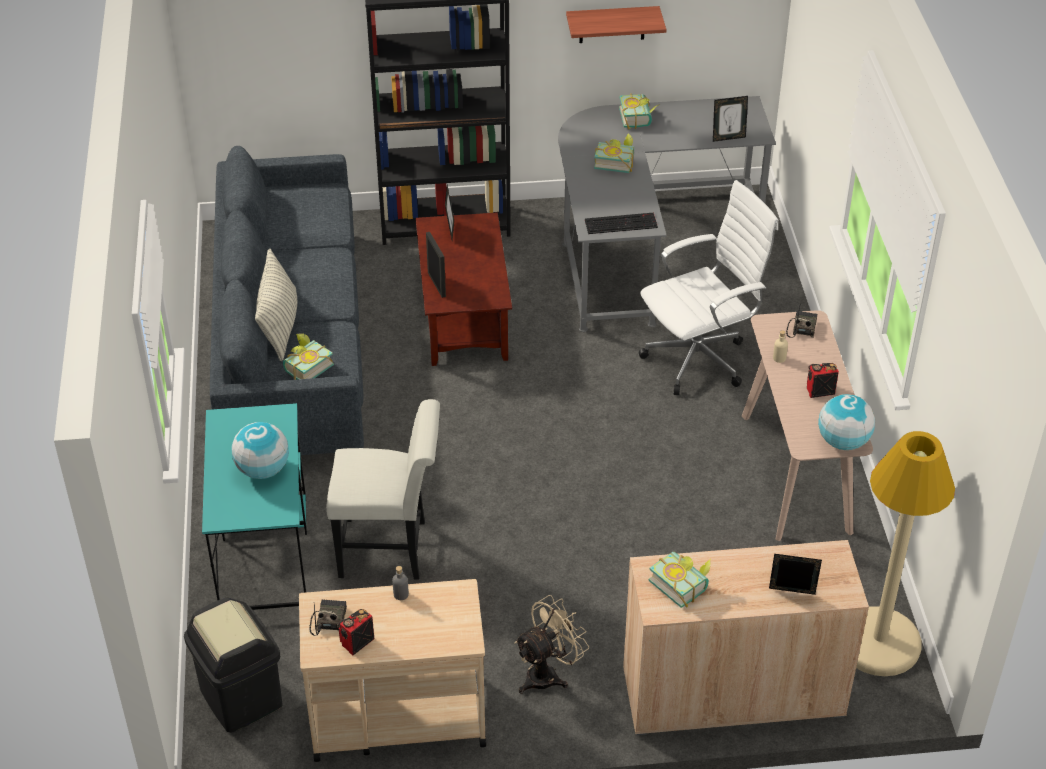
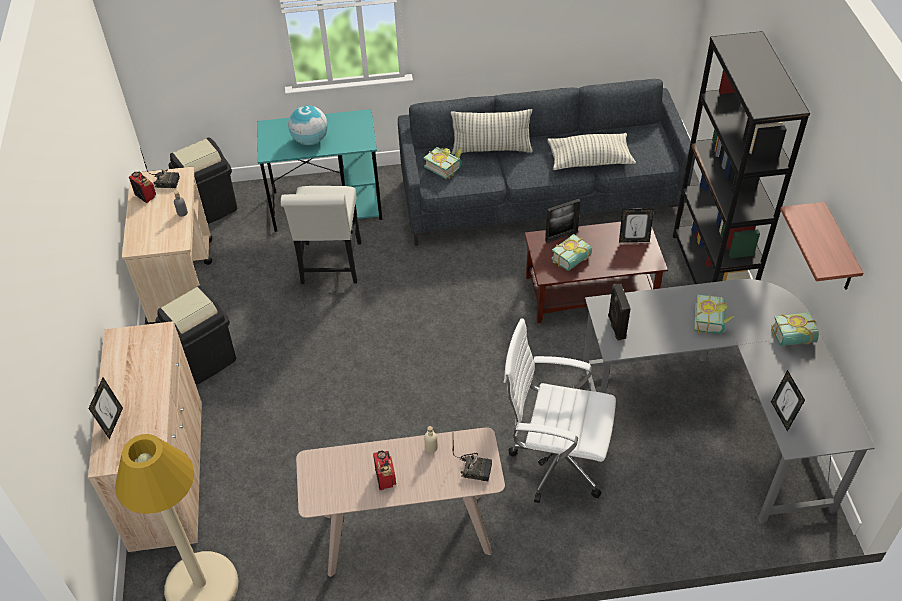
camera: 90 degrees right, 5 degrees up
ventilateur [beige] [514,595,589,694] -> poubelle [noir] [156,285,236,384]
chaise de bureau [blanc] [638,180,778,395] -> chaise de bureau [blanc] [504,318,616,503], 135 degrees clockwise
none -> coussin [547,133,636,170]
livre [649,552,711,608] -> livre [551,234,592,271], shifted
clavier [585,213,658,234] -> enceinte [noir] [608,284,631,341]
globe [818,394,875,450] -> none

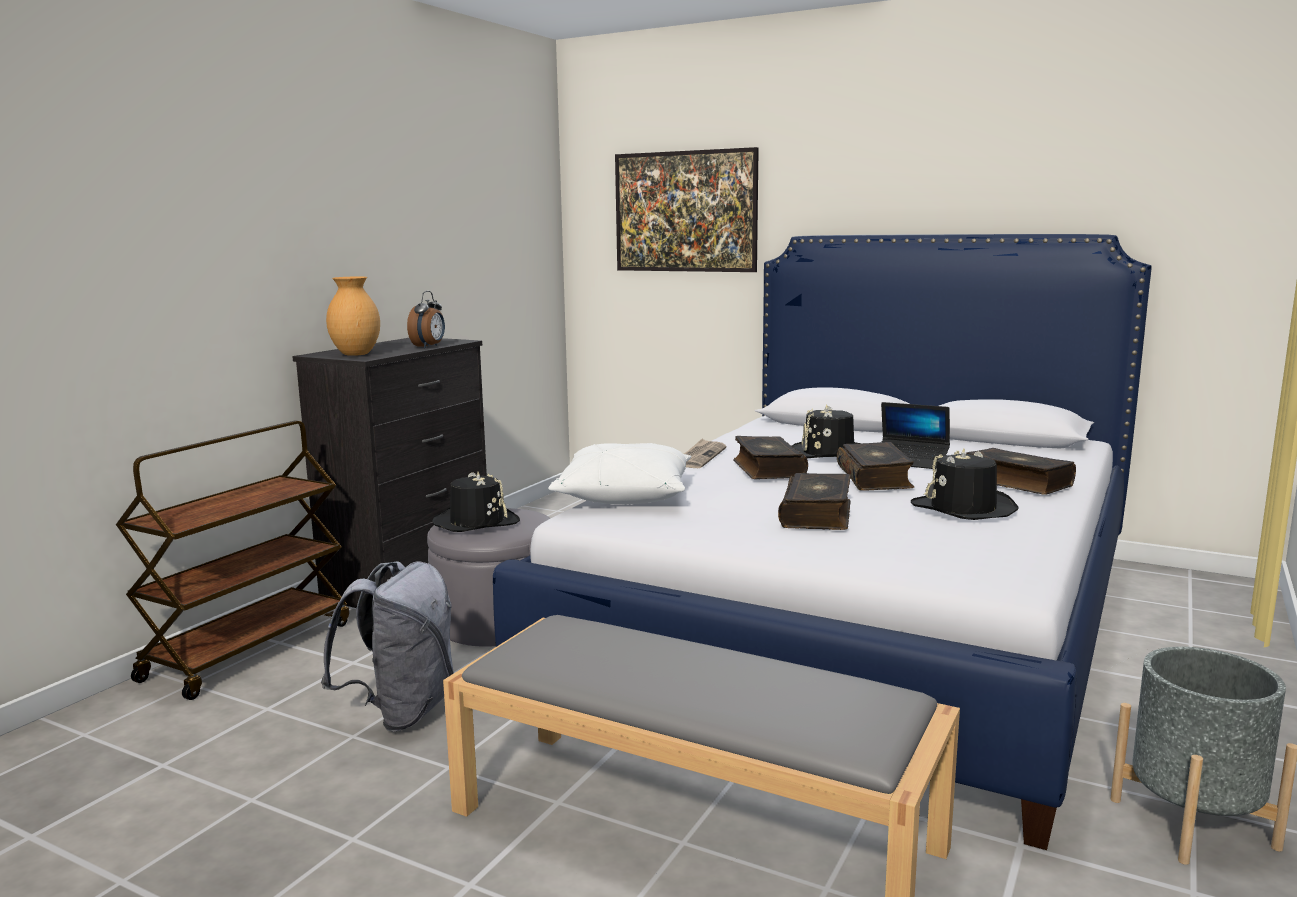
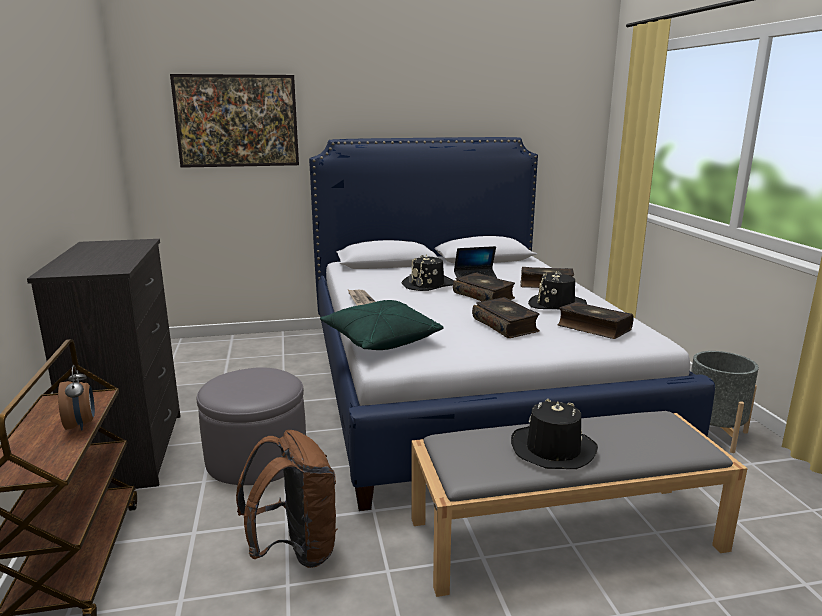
camera: 40 degrees left, 5 degrees up
réveil [407,291,445,348] -> réveil [58,365,95,431], shifted
sac à dos [gris] [321,561,454,731] -> sac à dos [marron] [236,430,338,568]
coussin [blanc] [548,443,691,504] -> coussin [vert] [320,300,444,350]
chapeau [noir] [432,472,520,532] -> chapeau [noir] [511,399,598,469], shifted
livre [733,436,808,479] -> livre [557,302,634,339], shifted
vase [marron] [326,276,380,356] -> none

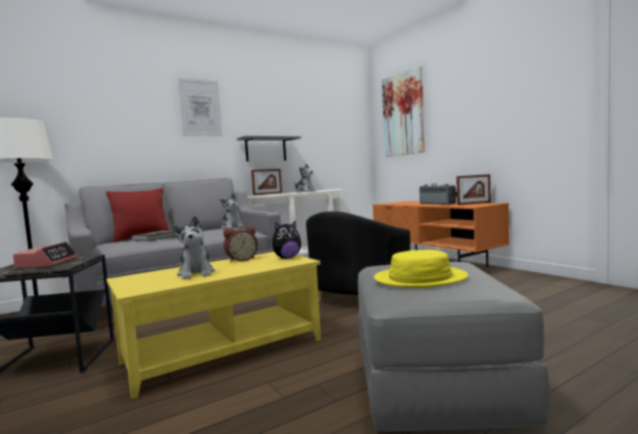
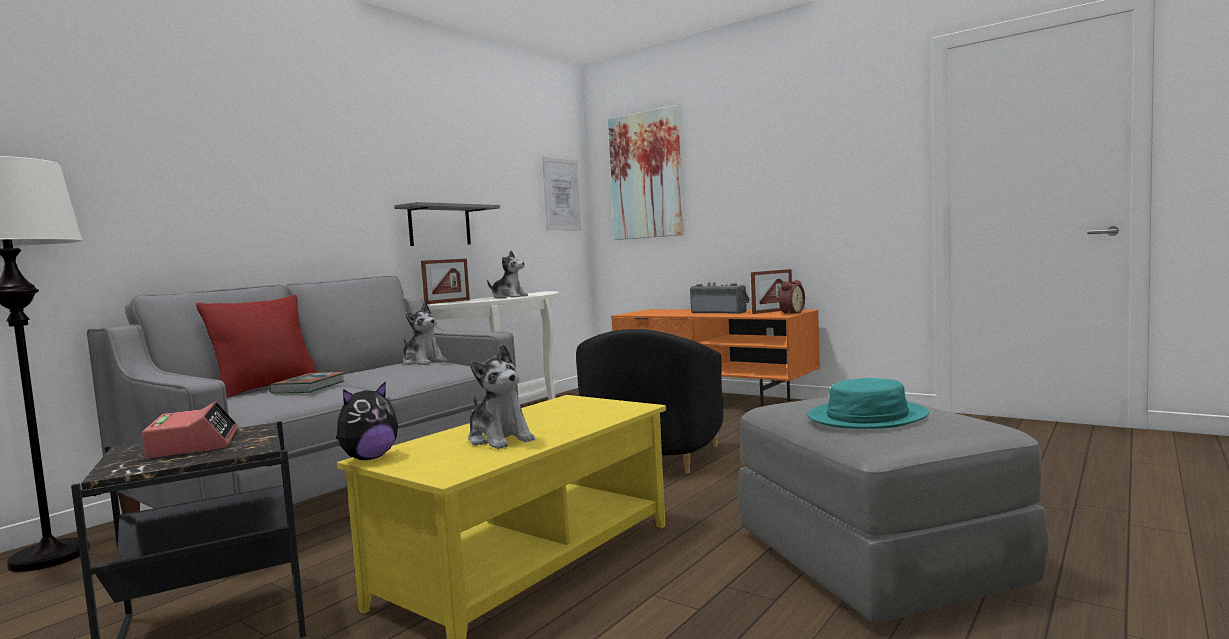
camera: 20 degrees left, 0 degrees up
peluche [272,220,301,259] -> peluche [336,381,398,460], shifted
tableau [178,78,222,136] -> tableau [542,157,581,230], shifted
réveil [224,225,258,263] -> réveil [779,280,805,315], shifted
chapeau [jaune] [374,250,468,288] -> chapeau [turquoise] [807,378,929,429]

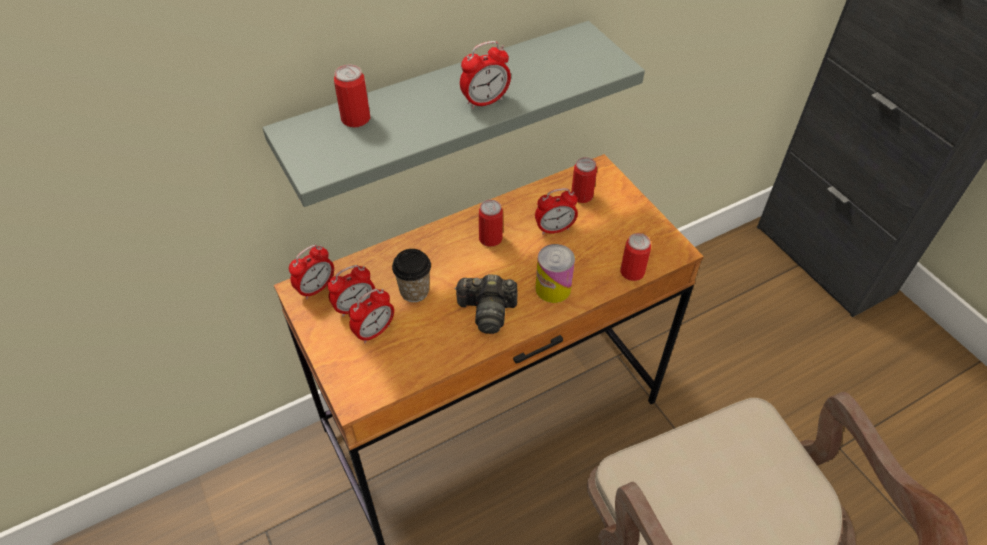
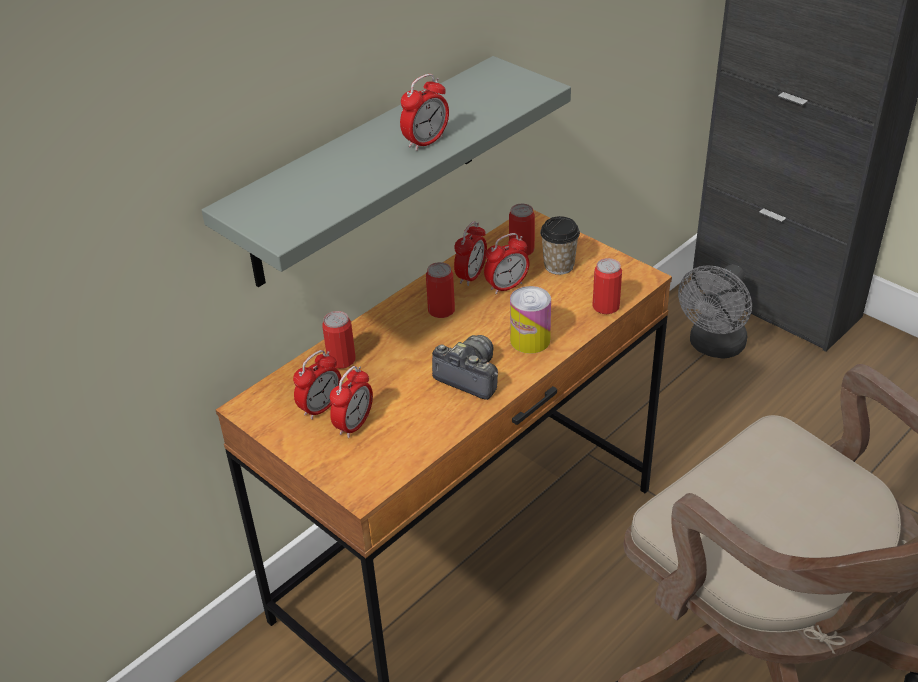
camera: 15 degrees left, 10 degrees down
boîte métallique [334,65,370,127] -> boîte métallique [322,311,356,369], shifted
appareil photo [454,274,518,334] -> appareil photo [432,335,498,400], 135 degrees counterclockwise
réveil [289,245,334,299] -> réveil [454,221,487,286], shifted
tasse [392,249,431,302] -> tasse [540,216,580,275], shifted
none -> ventilateur [gris] [678,265,752,359]

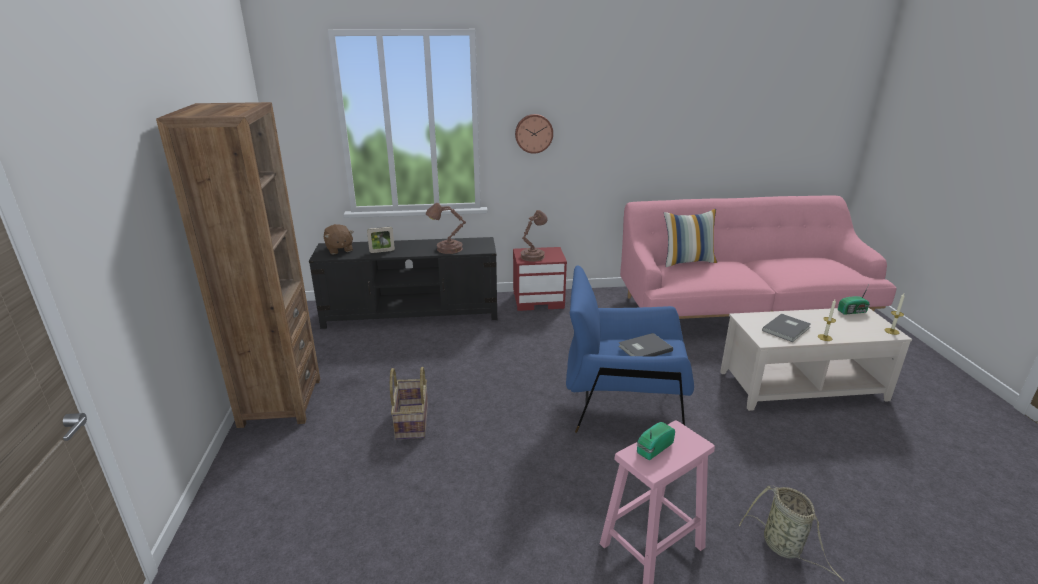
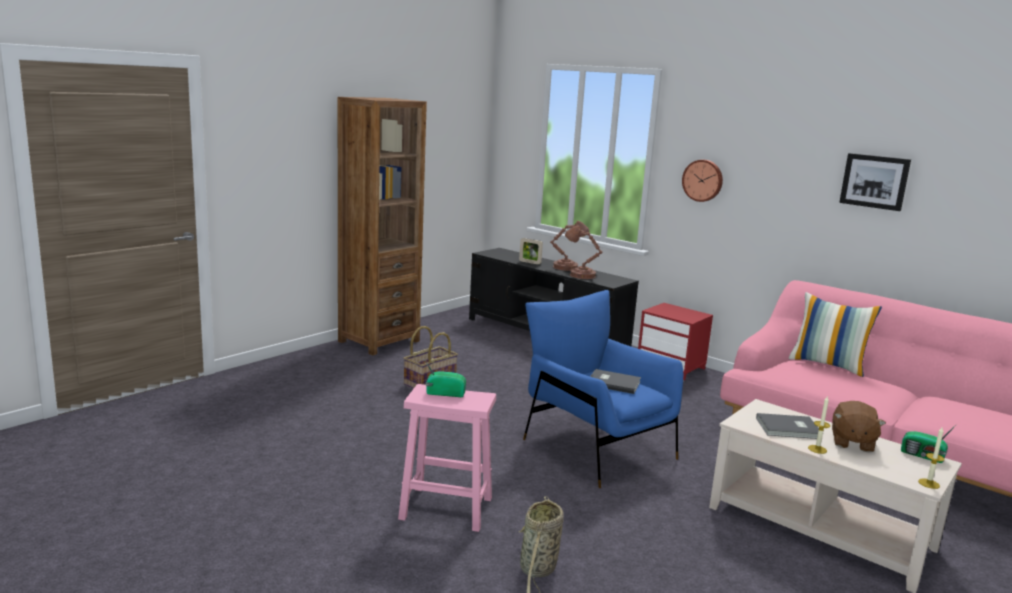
camera: 45 degrees right, 10 degrees down
lampe de table [marron] [520,210,548,262] -> lampe de table [marron] [550,221,589,271], shifted
peluche [marron] [324,224,353,255] -> peluche [marron] [832,401,886,453], shifted
none -> tableau [839,153,911,211]

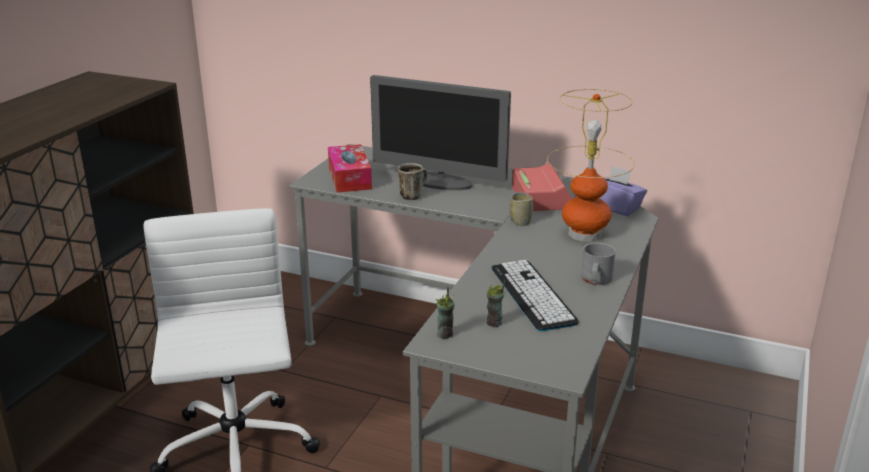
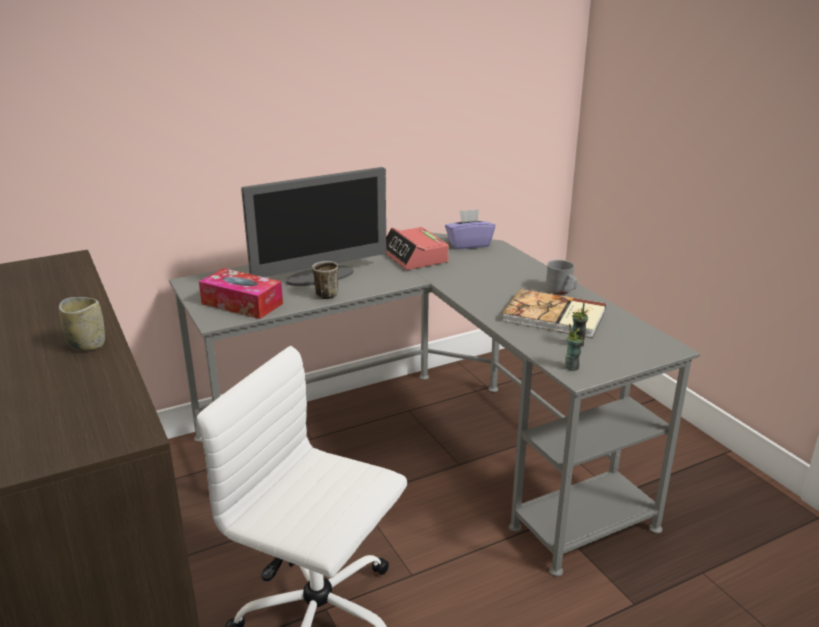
camera: 50 degrees left, 0 degrees up
tasse [510,192,533,226] -> tasse [59,297,105,350], shifted
réveil [512,162,573,211] -> réveil [386,227,449,270], 150 degrees counterclockwise
clavier [492,260,579,331] -> livre [502,289,606,338]
lampe de table [547,89,635,242] -> none

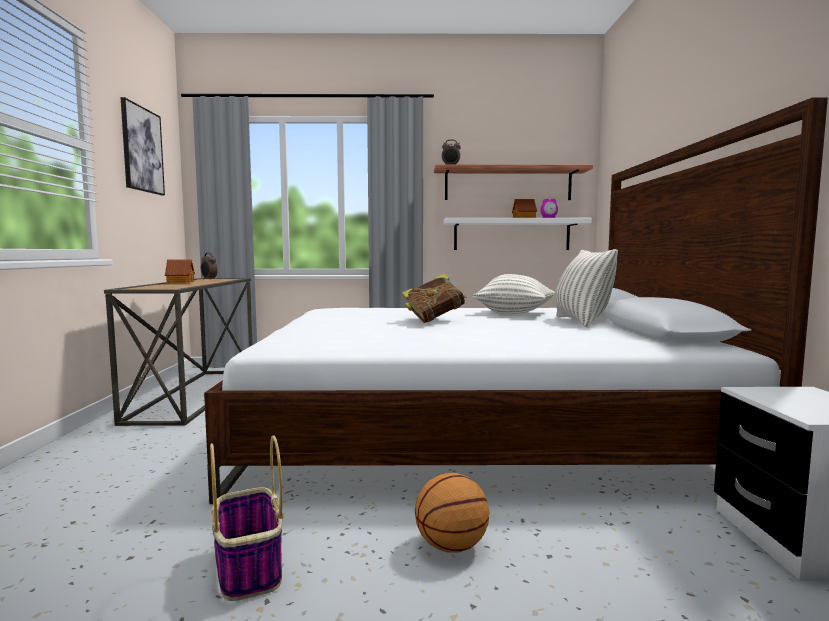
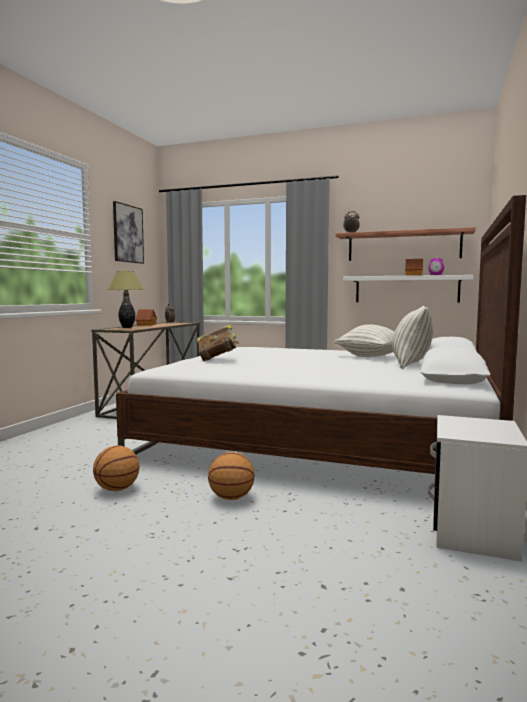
camera: 20 degrees right, 0 degrees up
panier [210,435,283,601] -> ballon de basket [93,445,140,491]
none -> lampe de table [108,271,143,328]
livre [402,274,467,323] -> livre [197,324,239,361], shifted

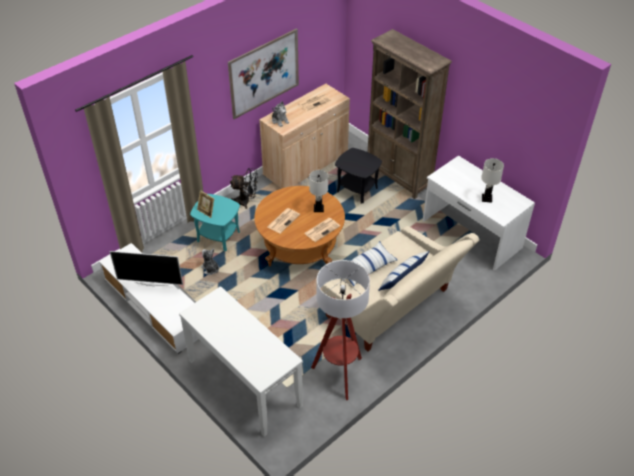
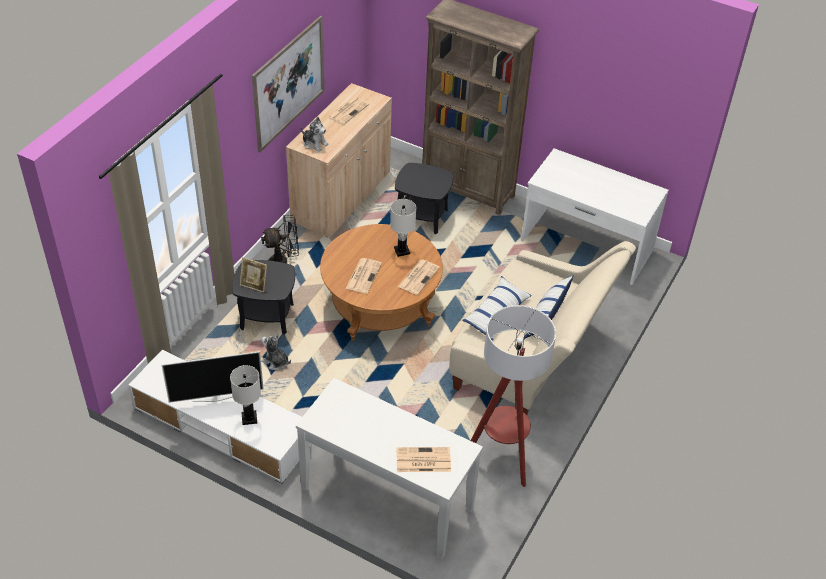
camera: 20 degrees left, 0 degrees up
lampe de table [blanc] [481,158,504,203] -> lampe de table [blanc] [230,365,261,425], shifted
table d'appoint [turquoise] [190,194,240,251] -> table d'appoint [noir] [232,260,295,335]
none -> journal [396,447,451,472]

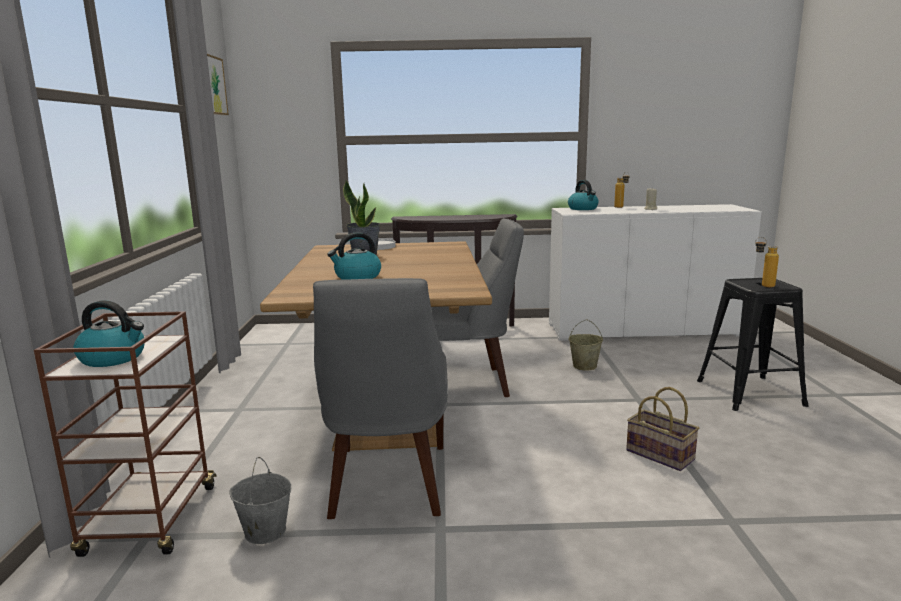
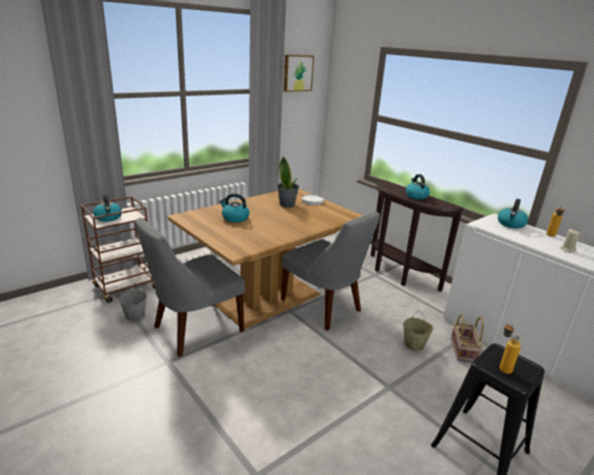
camera: 50 degrees right, 10 degrees up
none -> bouilloire [406,174,430,199]
panier [626,387,699,471] -> panier [451,315,484,362], shifted

